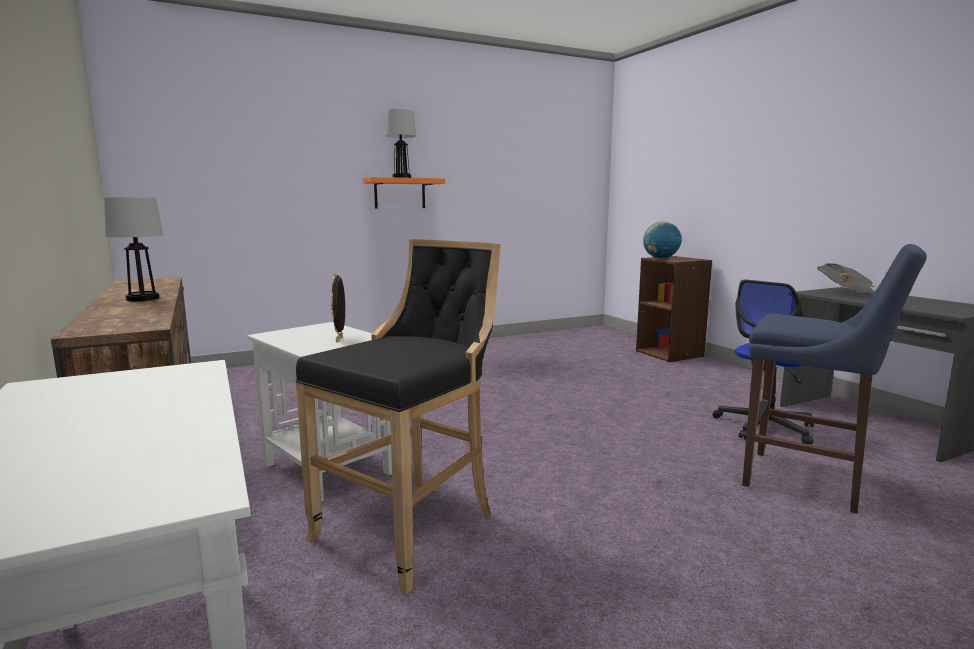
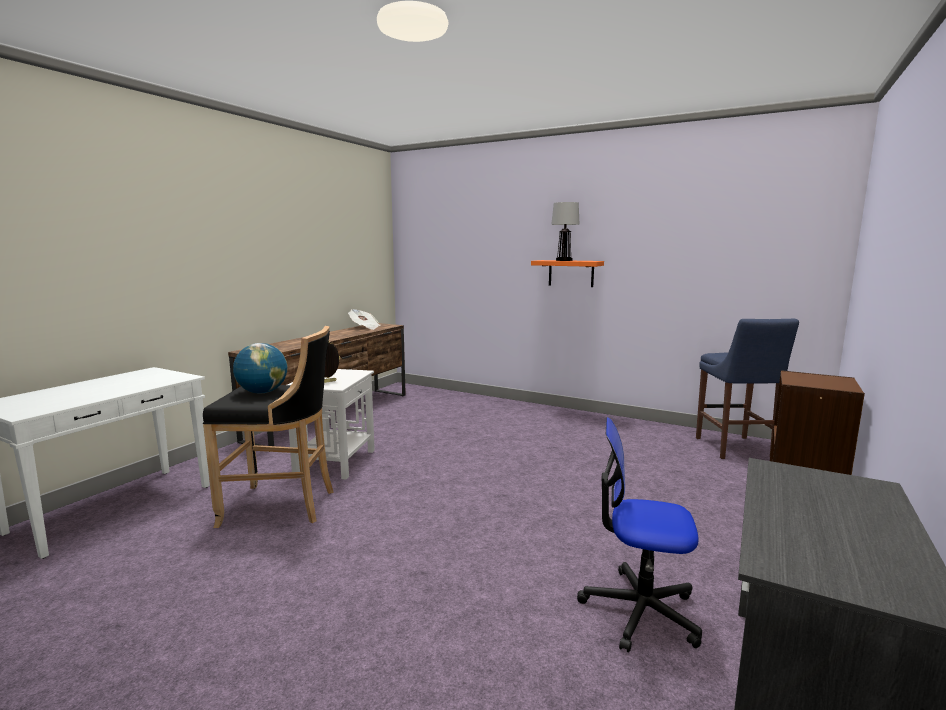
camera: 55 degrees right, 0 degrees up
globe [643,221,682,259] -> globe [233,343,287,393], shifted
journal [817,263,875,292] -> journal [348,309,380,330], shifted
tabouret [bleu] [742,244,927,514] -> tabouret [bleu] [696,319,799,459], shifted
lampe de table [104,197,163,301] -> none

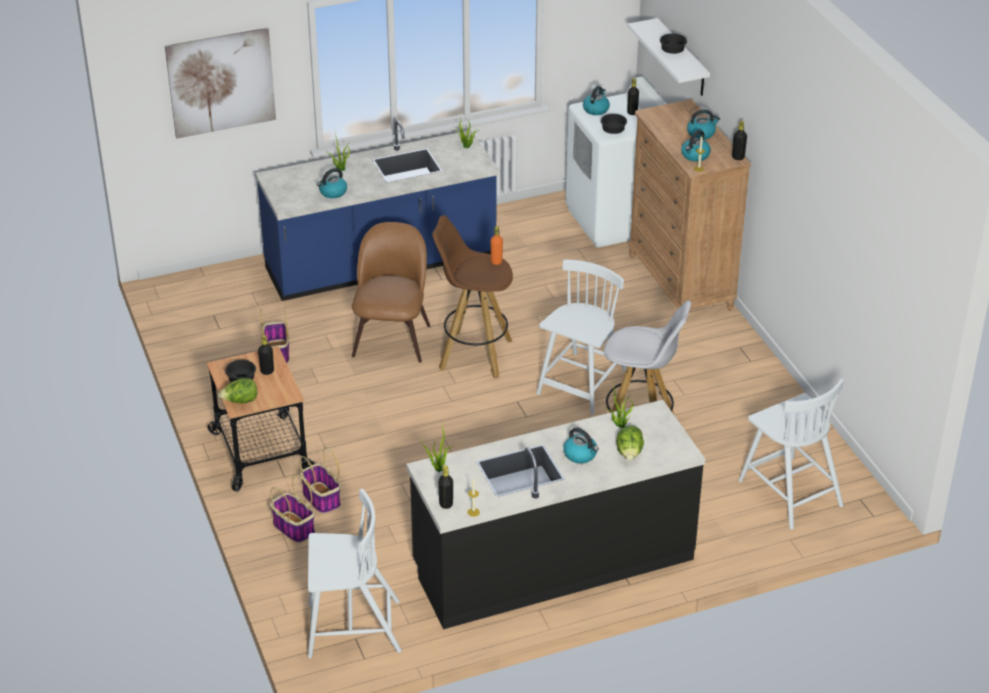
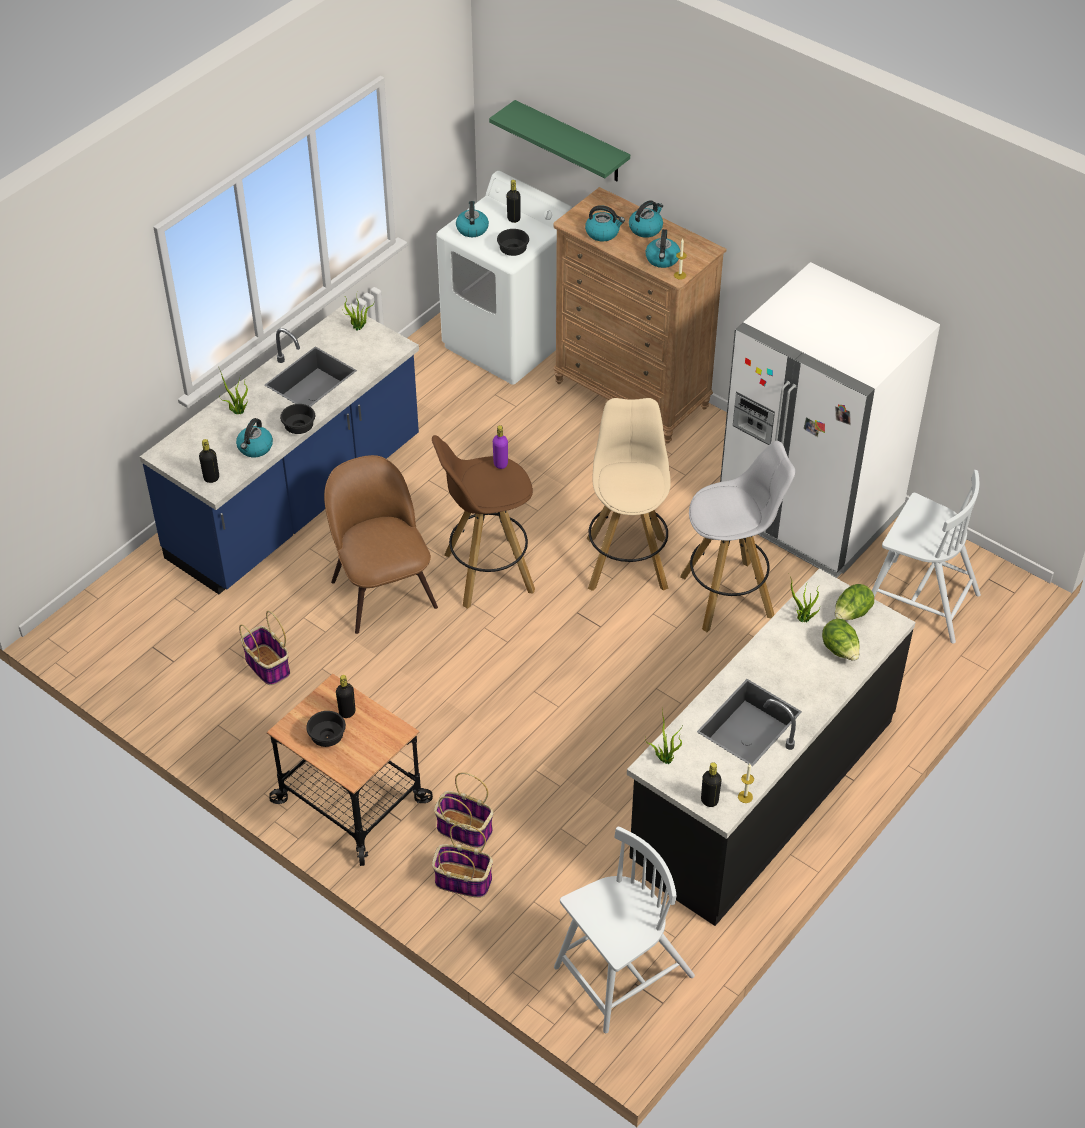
camera: 30 degrees left, 10 degrees up
bouteille [noir] [732,121,747,160] -> bouteille [noir] [199,439,219,483], shifted
bol [noir] [660,33,687,54] -> bol [noir] [280,404,315,434], shifted
étagère [blanc] [628,18,710,96] -> étagère [vert] [489,100,630,181]
bouteille [orange] [491,226,503,265] -> bouteille [violet] [493,425,508,469]
bouilloire [563,427,599,463] -> bouilloire [585,205,625,241], shifted
chaise [blanc] [536,260,627,415] -> tabouret [beige] [587,398,671,591]
none -> réfrigérateur [blanc] [720,262,940,578]
laitue [218,378,257,404] -> laitue [835,584,874,620], shifted
tableau [165,28,276,139] -> none

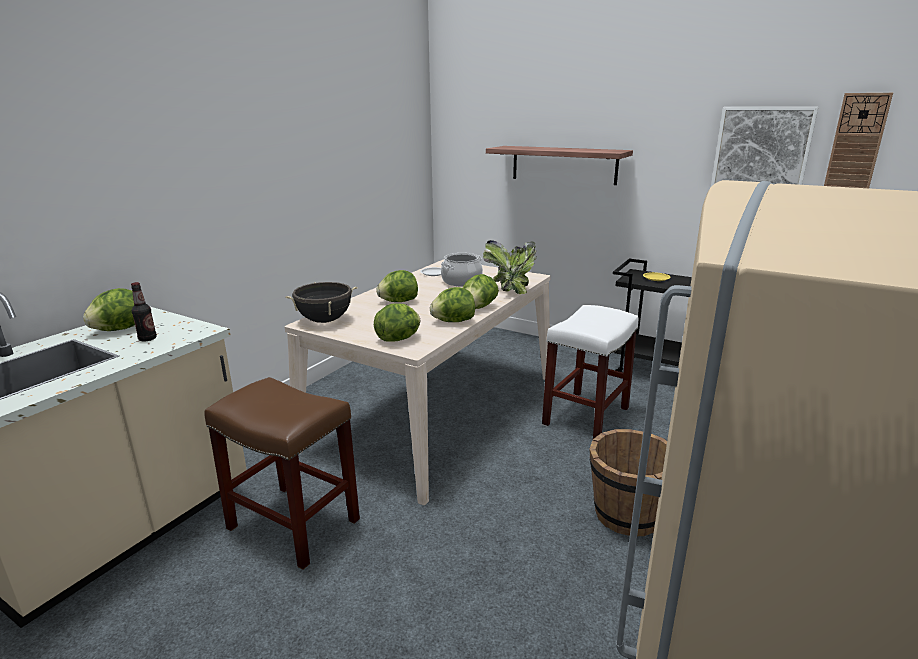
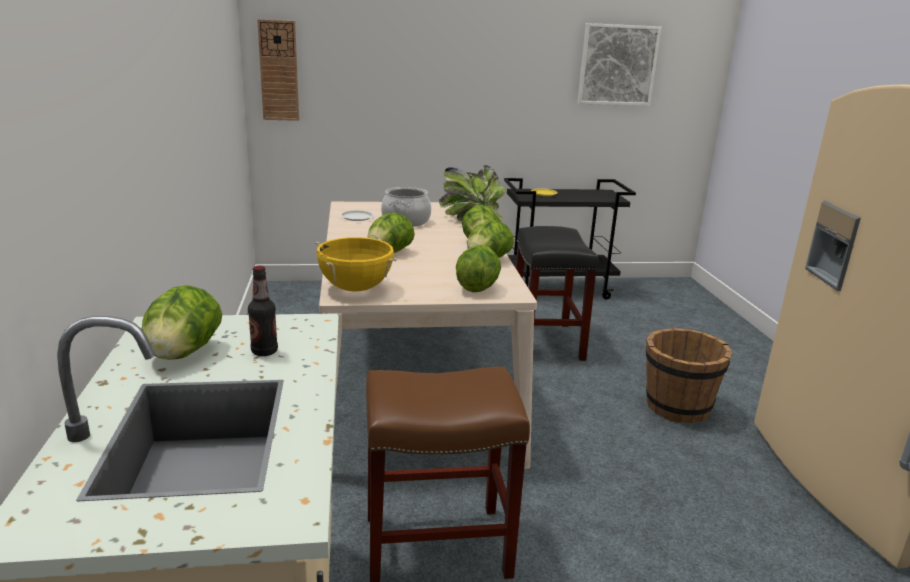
camera: 40 degrees left, 0 degrees up
horloge murale [824,93,893,188] -> horloge murale [257,19,299,121], shifted
marmite [noir] [286,282,357,323] -> marmite [jaune] [316,237,397,292]
tabouret [blanc] [542,305,639,439] -> tabouret [noir] [516,226,598,361]
étagère [486,146,633,185] -> none

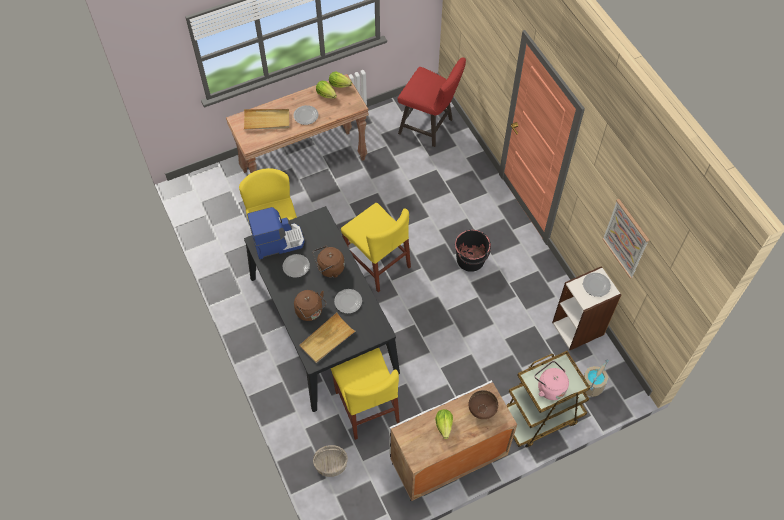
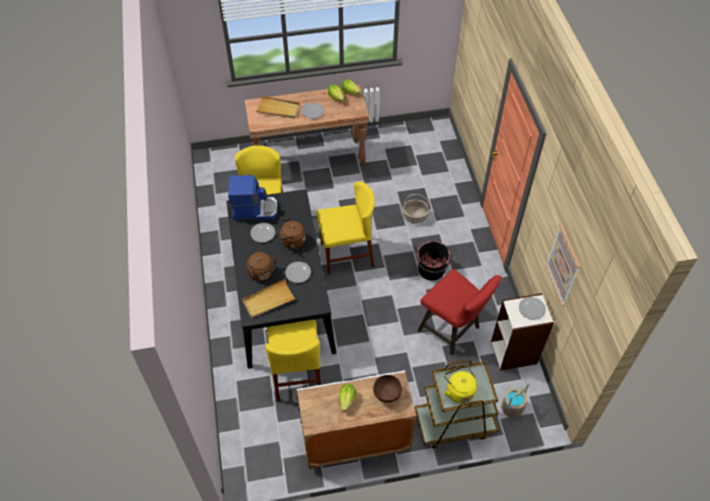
camera: 15 degrees right, 5 degrees down
chaise [jaune] [341,203,411,292] -> chaise [jaune] [317,181,375,274], 75 degrees counterclockwise
panier [313,445,348,477] -> panier [403,194,430,223], shifted
tabouret [rouge] [398,58,466,147] -> tabouret [rouge] [418,269,501,355], shifted
bouilloire [rose] [535,361,569,400] -> bouilloire [jaune] [444,365,477,403]

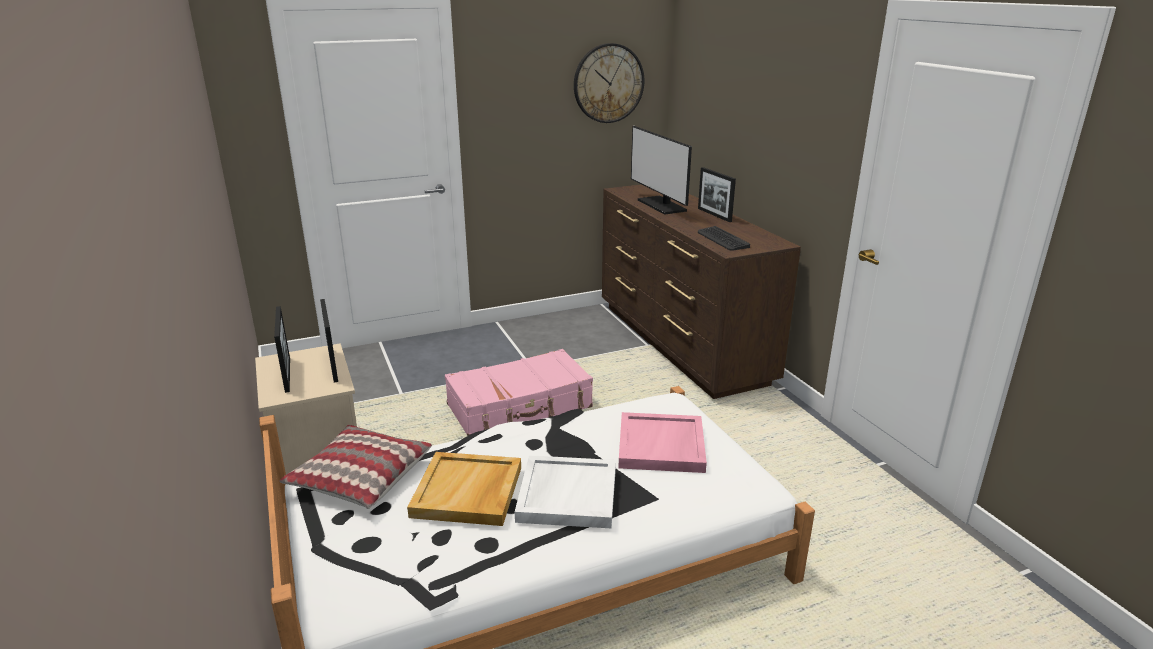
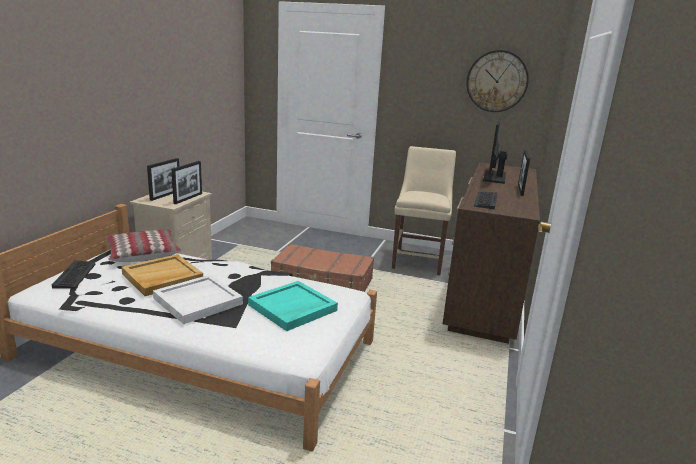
camera: 40 degrees right, 5 degrees down
none -> clavier [52,260,95,289]
plateau [rose] [618,412,707,473] -> plateau [turquoise] [248,281,338,331]
valise [rose] [445,349,593,436] -> valise [marron] [271,244,374,292]
none -> chaise [beige] [392,146,456,275]

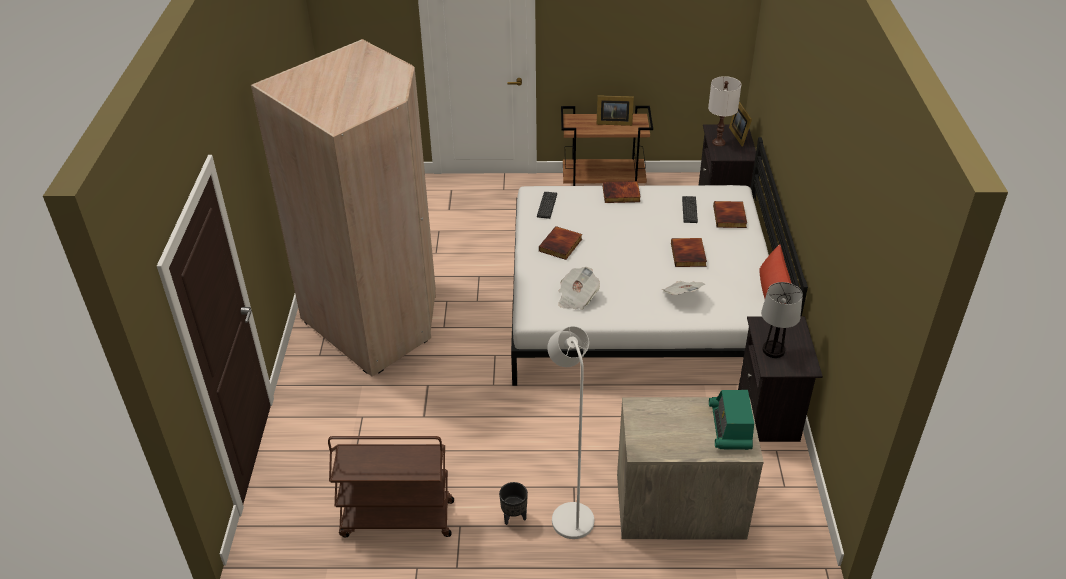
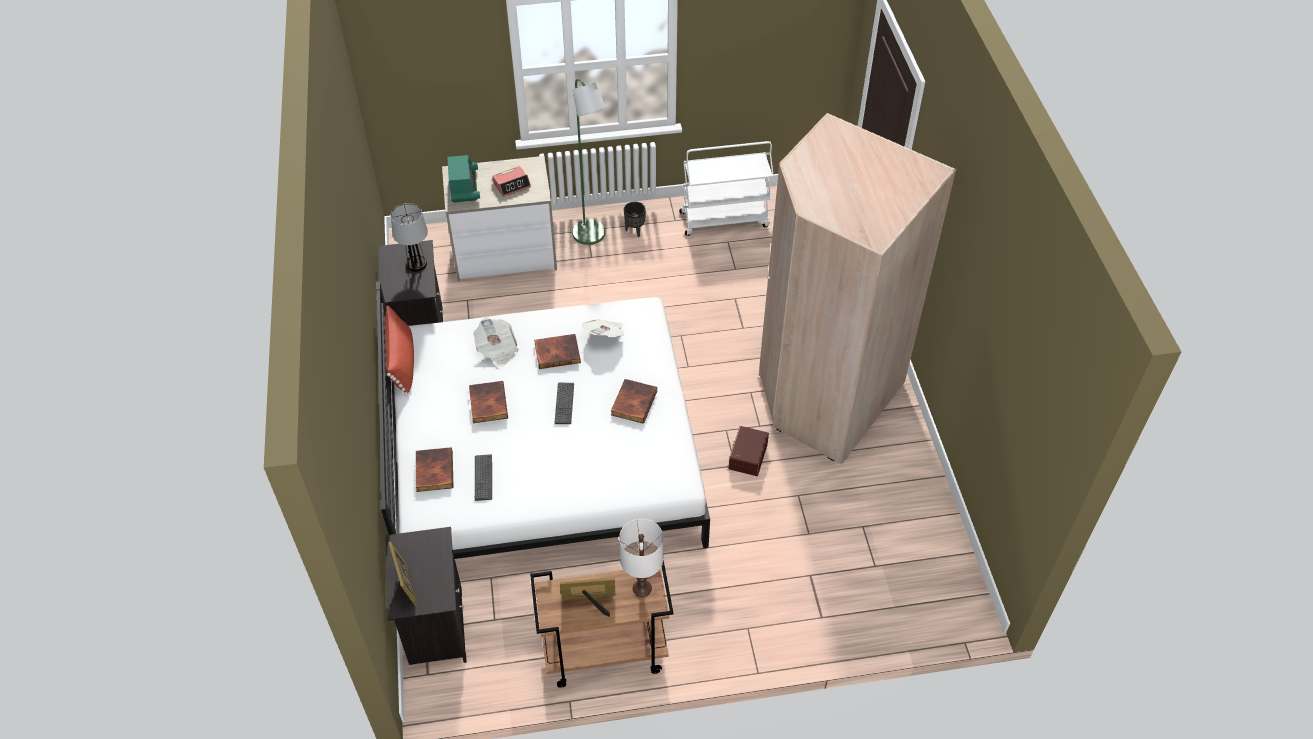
camera: 170 degrees right, 10 degrees up
none -> réveil [492,166,531,197]
livre [603,181,641,203] -> livre [534,334,581,369], shifted
clavier [537,192,557,219] -> clavier [555,383,574,424], shifted
lampadaire [blanc] [547,326,594,539] -> lampadaire [vert] [572,79,606,245]
lampe de table [blanc] [708,76,742,146] -> lampe de table [blanc] [619,519,663,597], shifted
chariot [marron] [328,436,454,538] -> chariot [blanc] [679,141,774,236]
none -> boîte de rangement [marron] [729,426,769,476]

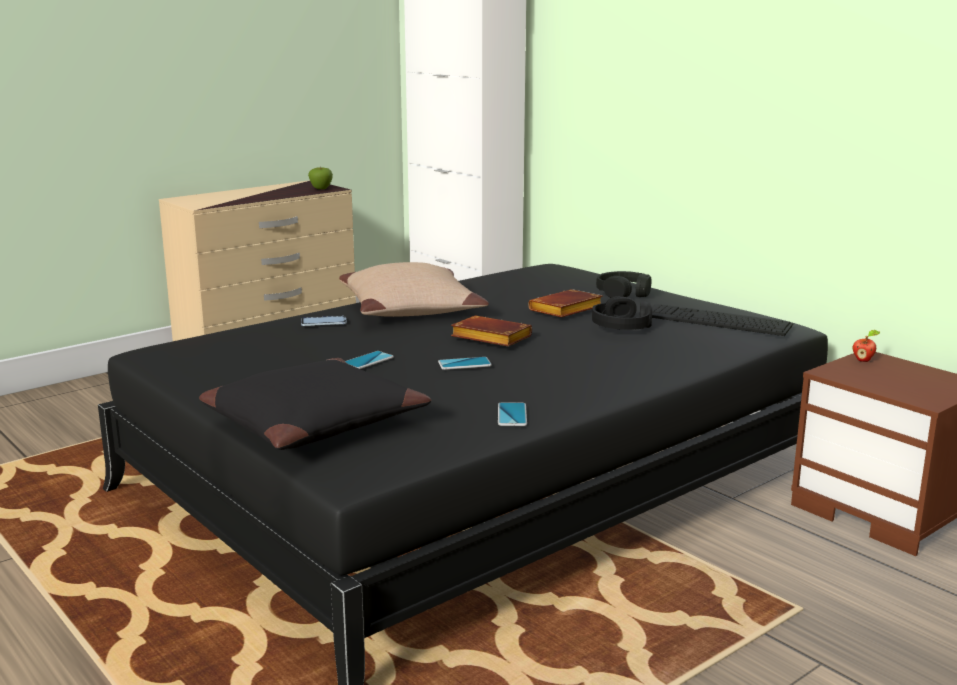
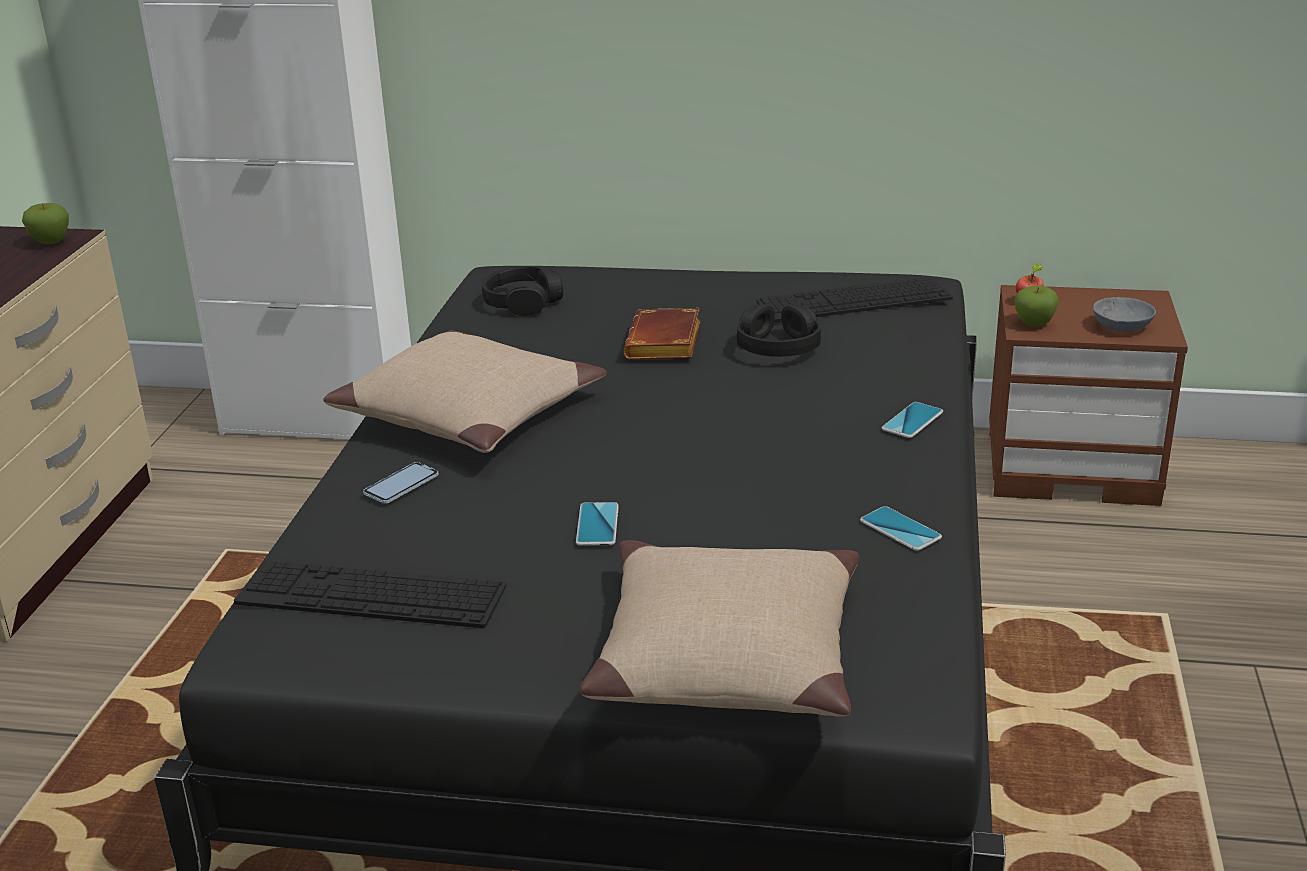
camera: 40 degrees left, 10 degrees up
none -> clavier [234,561,507,628]
casque audio [noir] [596,271,651,298] -> casque audio [noir] [482,266,563,316], shifted
coussin [noir] [199,358,431,450] -> coussin [beige] [580,540,860,717]
téléphone [438,357,492,370] -> téléphone [882,402,943,438], shifted
none -> pomme [1014,286,1059,327]
none -> bol [gris] [1093,297,1156,332]
livre [marron] [451,315,532,346] -> none

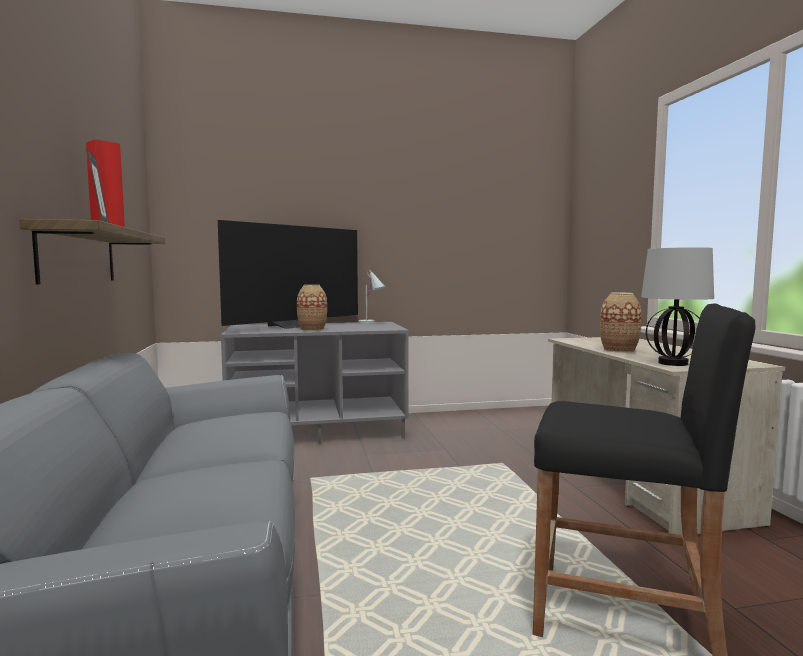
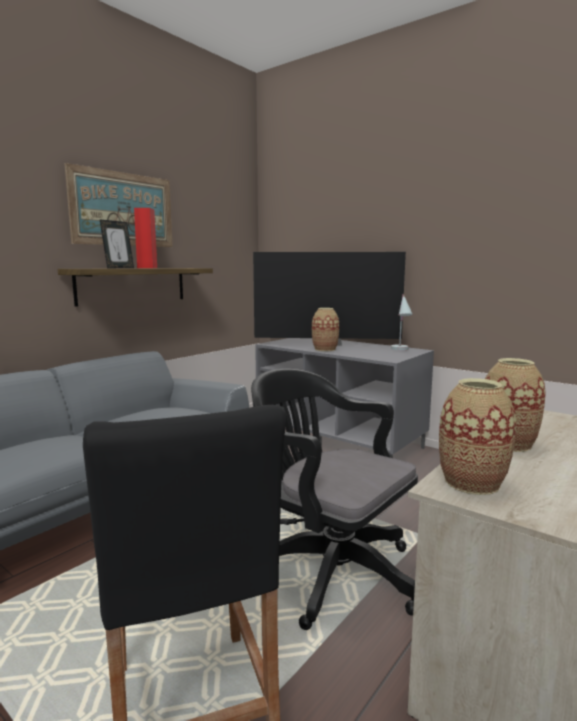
camera: 50 degrees right, 5 degrees up
none -> tableau [65,163,173,247]
none -> chaise de bureau [noir] [251,369,418,630]
lampe de table [641,247,714,366] -> vase [439,378,516,495]

